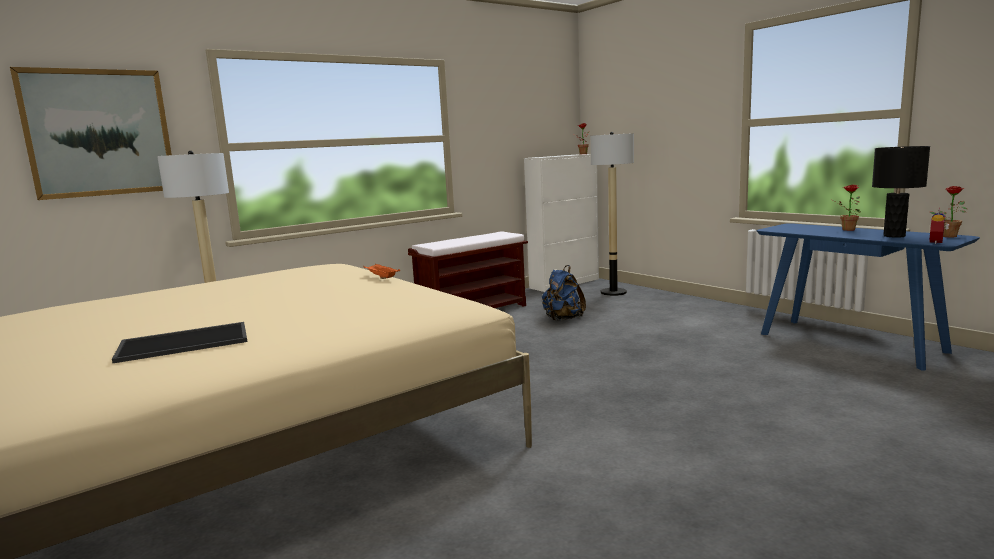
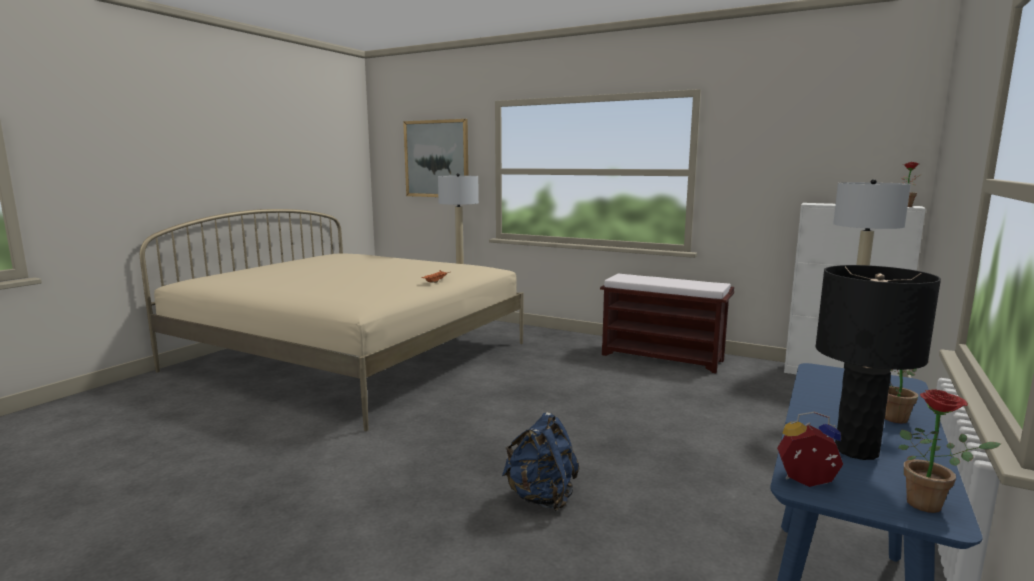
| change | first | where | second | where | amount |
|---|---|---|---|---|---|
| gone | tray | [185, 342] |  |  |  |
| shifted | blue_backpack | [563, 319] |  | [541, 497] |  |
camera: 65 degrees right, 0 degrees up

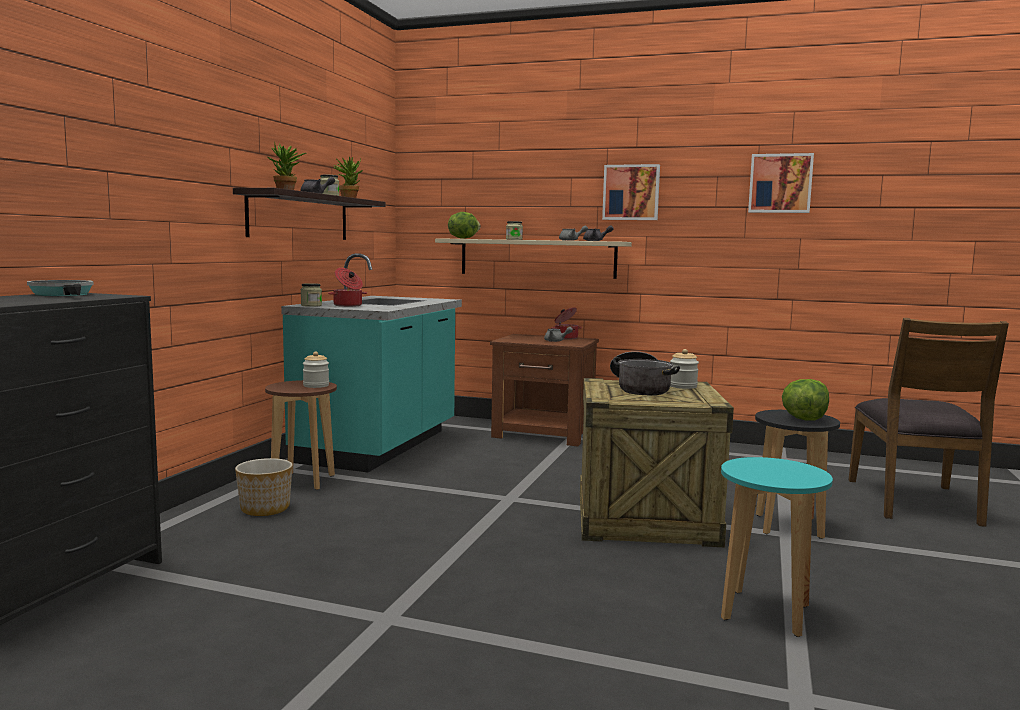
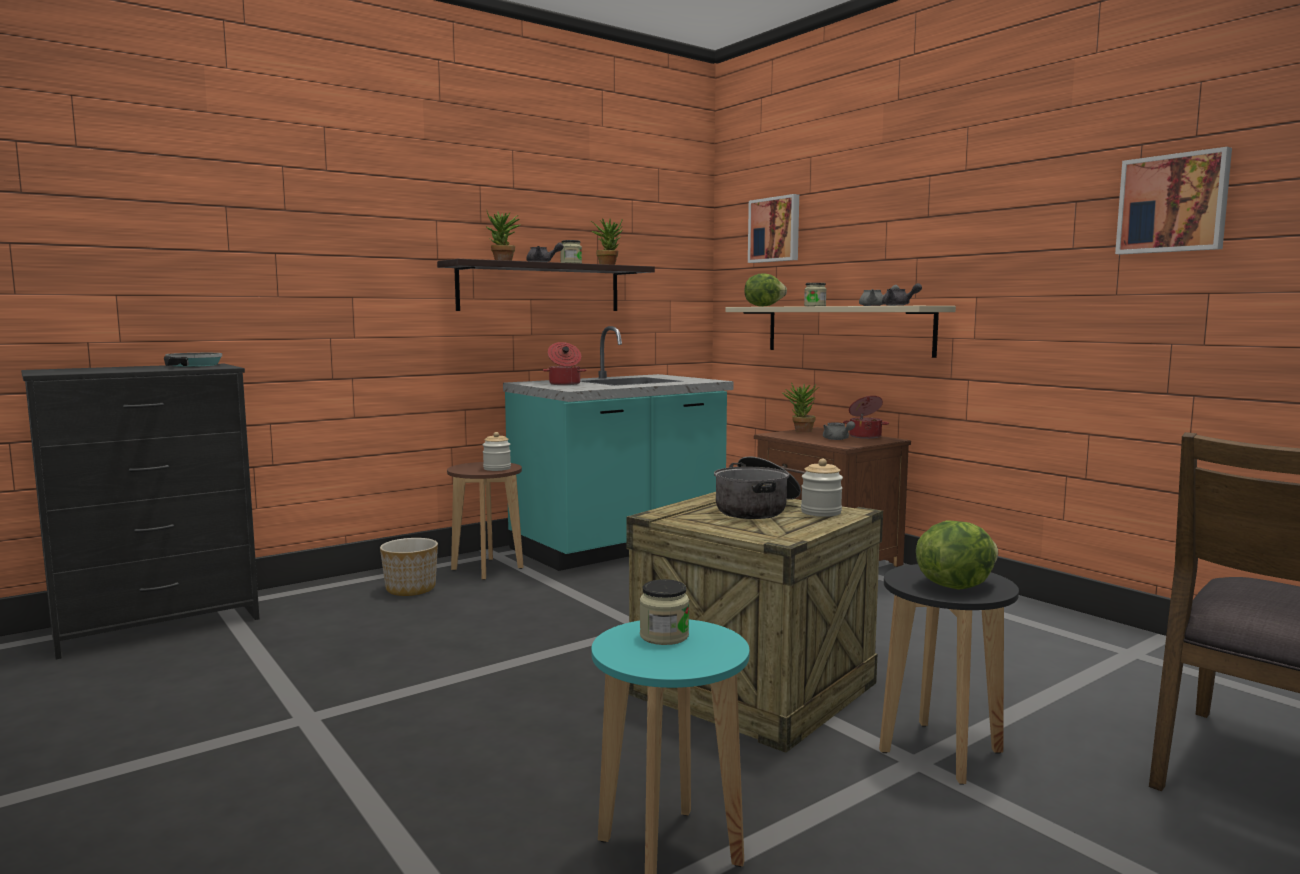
| change | first | where | second | where | amount |
|---|---|---|---|---|---|
| shifted | jar | [311, 305] |  | [664, 636] |  |
| shifted | picture | [631, 192] |  | [775, 229] |  |
| new |  |  | potted_plant | [800, 431] |  |
camera: 35 degrees right, 0 degrees up

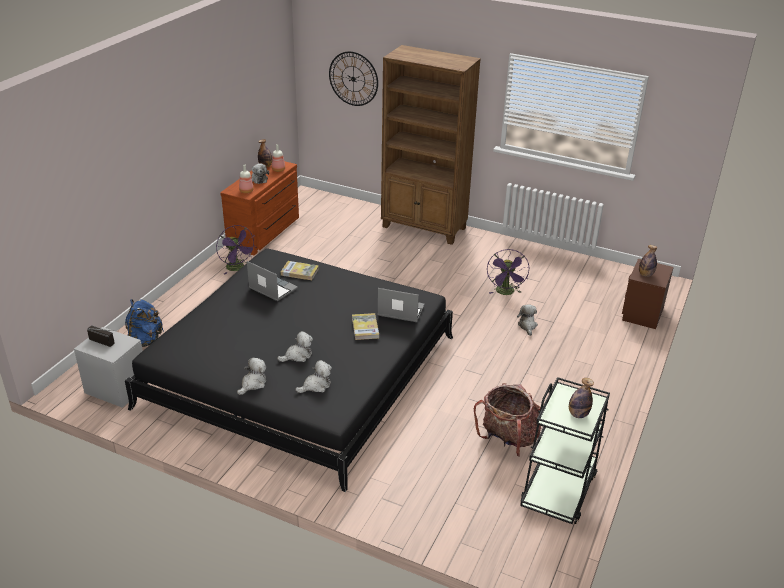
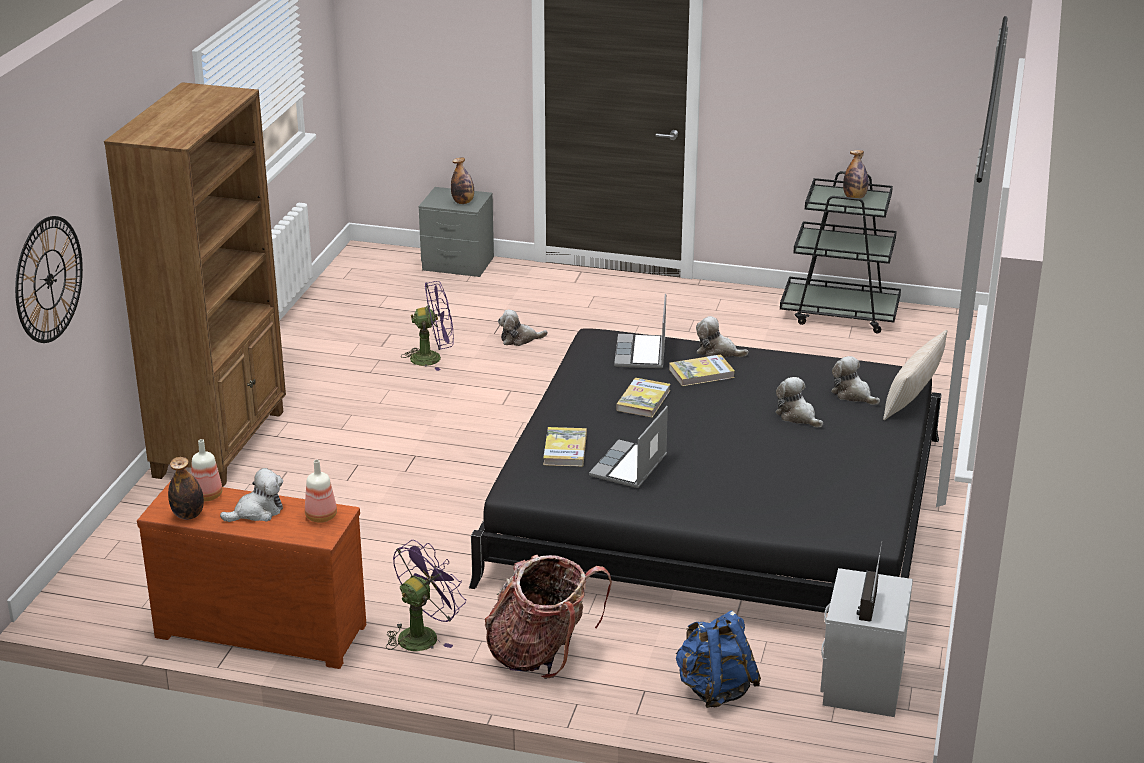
| change | first | where | second | where | amount |
|---|---|---|---|---|---|
| shifted | plush_toy | [253, 384] |  | [717, 352] |  |
| shifted | backpack | [507, 439] |  | [542, 654] |  |
| repainted | brown_nightstand | [642, 313] | grey_nightstand | [458, 264] |  |
| new |  |  | book | [643, 400] |  |
| new |  |  | beige_pillow | [912, 397] |  |
camera: 100 degrees left, 5 degrees down

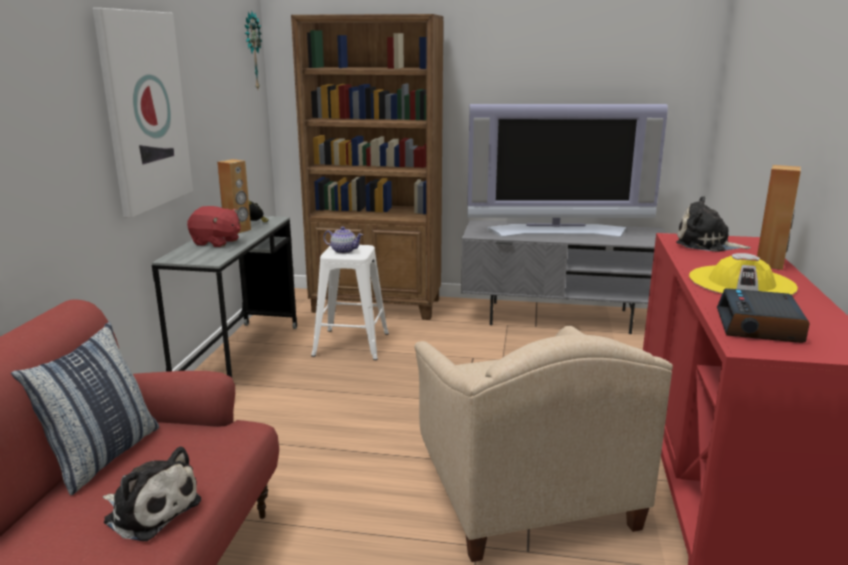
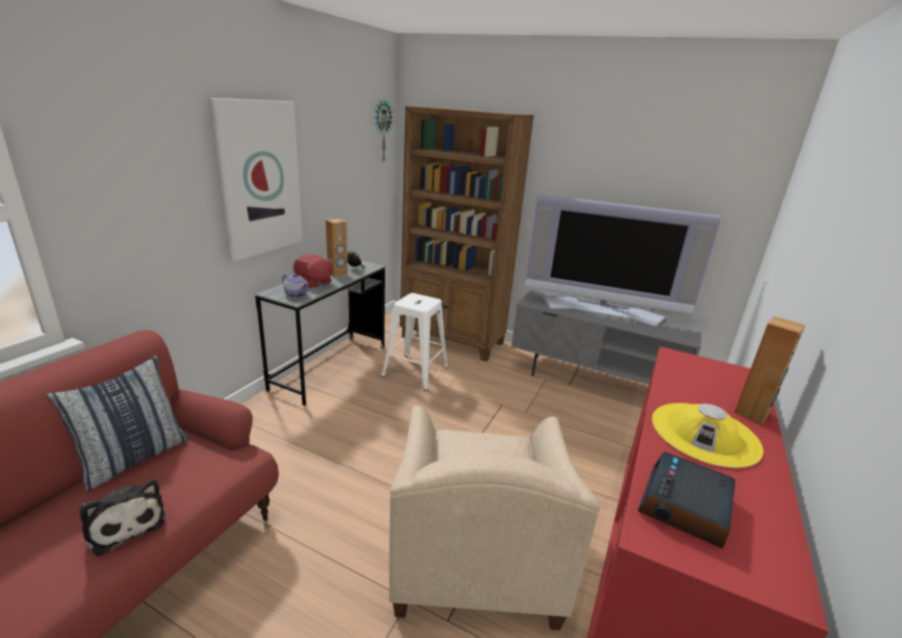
| change | first | where | second | where | amount |
|---|---|---|---|---|---|
| shifted | teapot | [343, 251] |  | [296, 295] |  |
| gone | plush_toy | [706, 244] |  |  |  |
camera: 15 degrees right, 5 degrees up

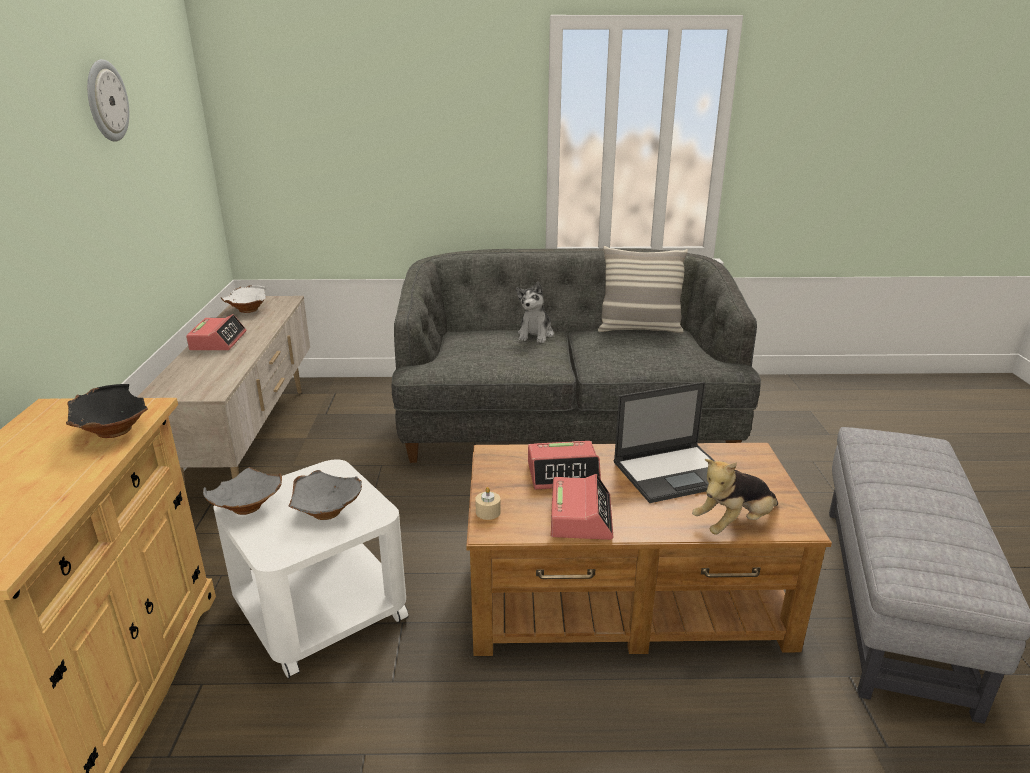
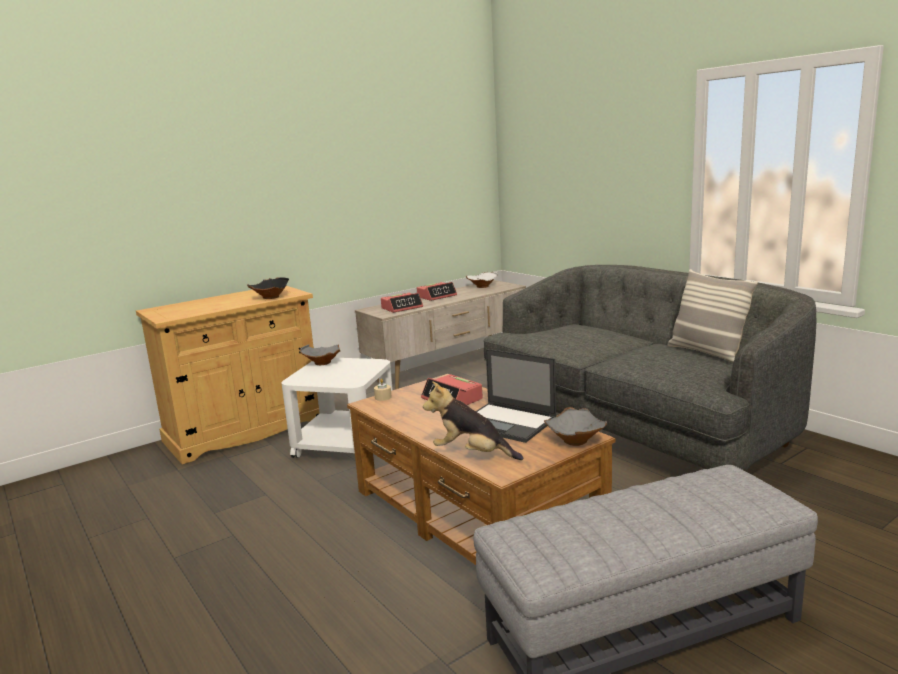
| change | first | where | second | where | amount |
|---|---|---|---|---|---|
| gone | wall_clock | [106, 101] |  |  |  |
| shifted | grey_bowl | [328, 510] |  | [577, 440] |  |
| gone | plush_toy | [535, 335] |  |  |  |
| shifted | alarm_clock | [581, 516] |  | [402, 308] |  |
camera: 55 degrees right, 10 degrees down

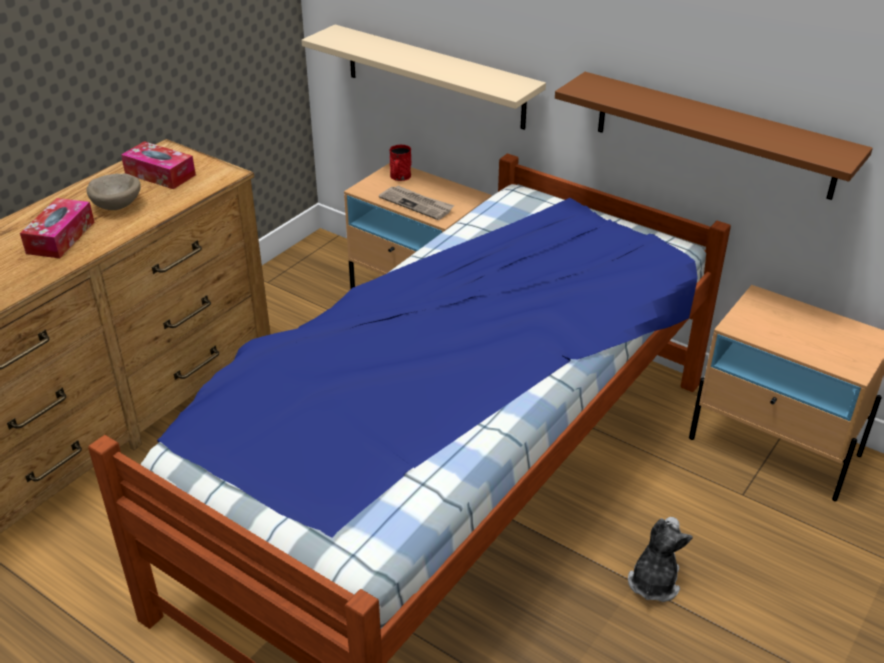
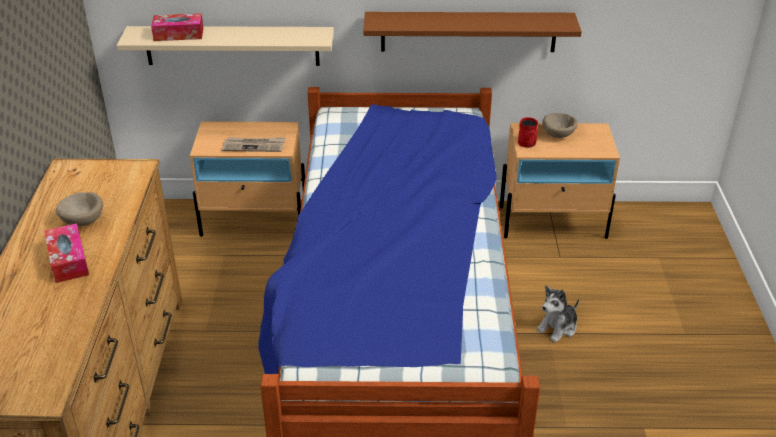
| change | first | where | second | where | amount |
|---|---|---|---|---|---|
| shifted | tissue_box | [160, 174] |  | [178, 34] |  |
| shifted | red_mug | [400, 177] |  | [528, 144] |  |
| rotated | plush_toy | [653, 582] |  | [558, 327] | 120 degrees counterclockwise |
| new |  |  | beige_bowl | [558, 134] |  |
camera: 35 degrees left, 0 degrees up

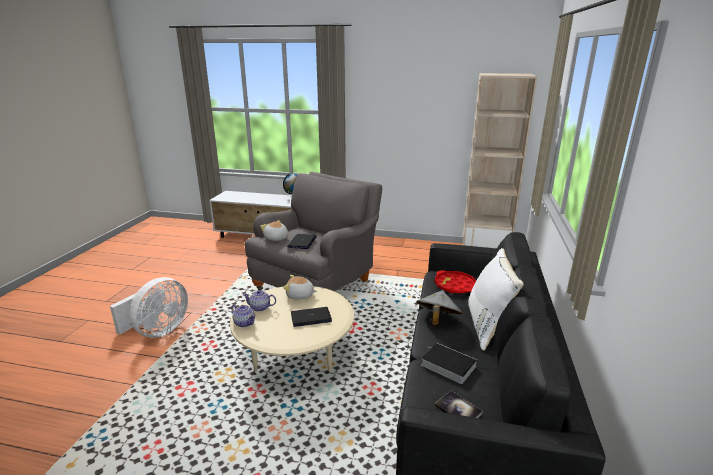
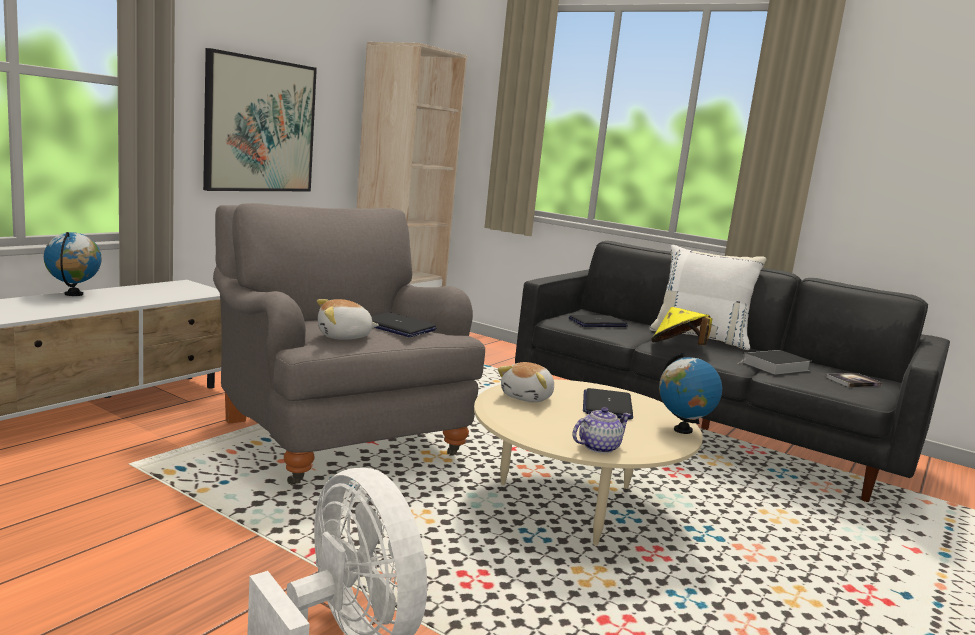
| change | first | where | second | where | amount |
|---|---|---|---|---|---|
| gone | teapot | [260, 308] |  |  |  |
| repainted | grey_hat | [437, 320] | yellow_hat | [677, 347] |  |
| swapped | red_tray | [455, 286] | laptop | [597, 323] |  |
| new |  |  | picture | [260, 125] |  |
| new |  |  | globe | [682, 430] |  |
camera: 70 degrees left, 10 degrees down

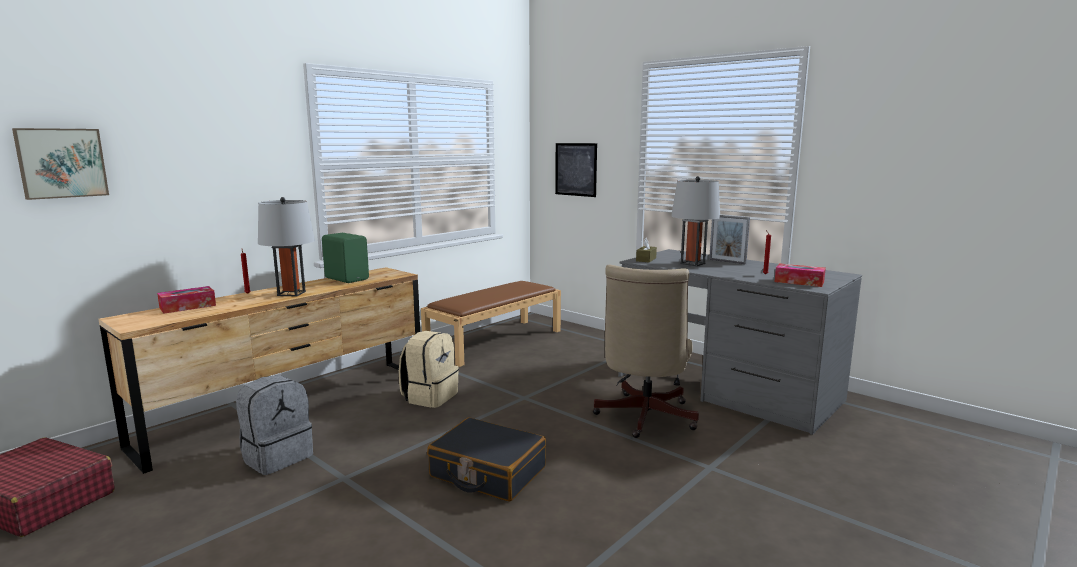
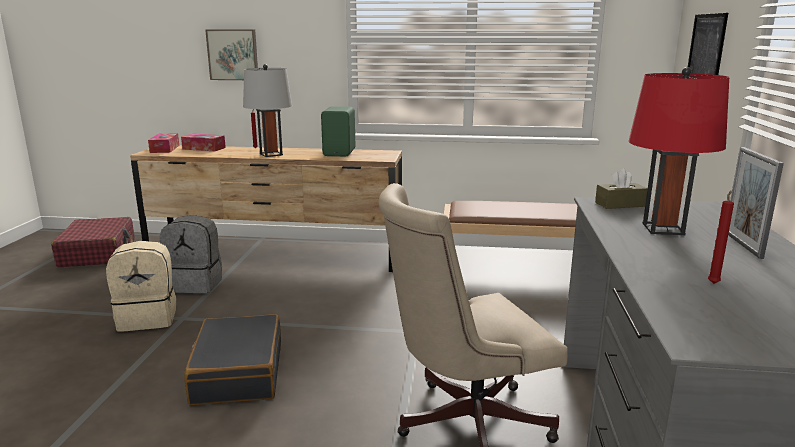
| change | first | where | second | where | amount |
|---|---|---|---|---|---|
| shifted | picture | [61, 163] |  | [233, 55] |  |
| shifted | beige_backpack | [430, 397] |  | [148, 318] |  |
| repainted | grey_table_lamp | [692, 263] | red_table_lamp | [663, 229] |  |
| shifted | tissue_box | [799, 282] |  | [165, 149] |  |
camera: 55 degrees right, 5 degrees up

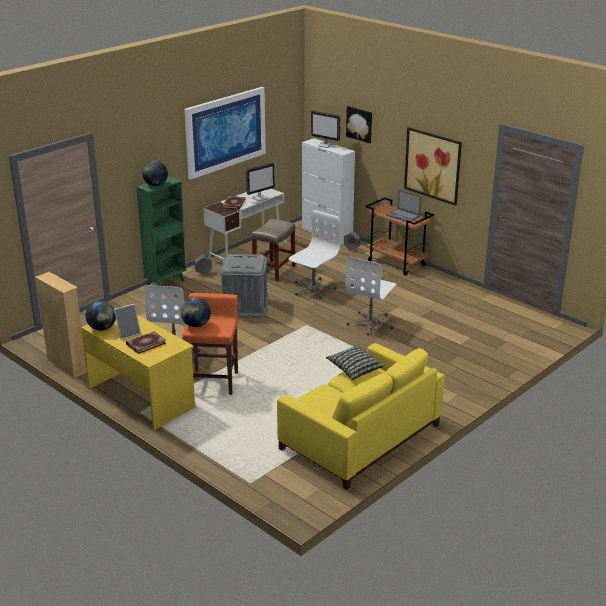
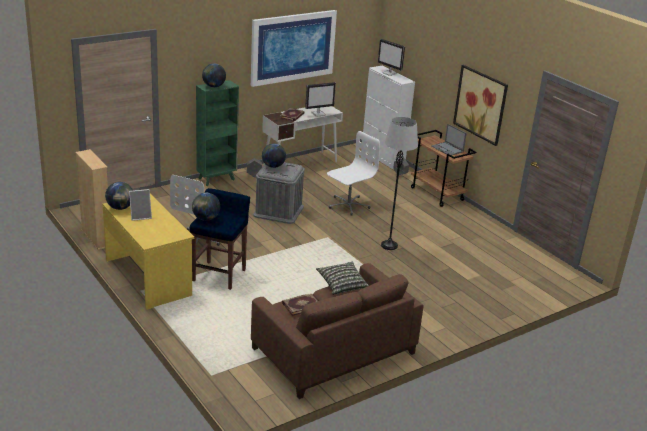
| change | first | where | second | where | amount |
|---|---|---|---|---|---|
| shifted | book | [145, 343] |  | [301, 305] |  |
| repainted | orange_stool | [214, 382] | blue_stool | [219, 275] |  |
| gone | beige_stool | [274, 271] |  |  |  |
| repainted | yellow_sofa | [359, 437] | brown_sofa | [333, 350] |  |
| swapped | white_office_chair | [370, 323] | grey_floor_lamp | [389, 245] |  |
| gone | picture | [360, 124] |  |  |  |
| new |  |  | globe | [273, 166] |  |
camera: 10 degrees right, 0 degrees up

